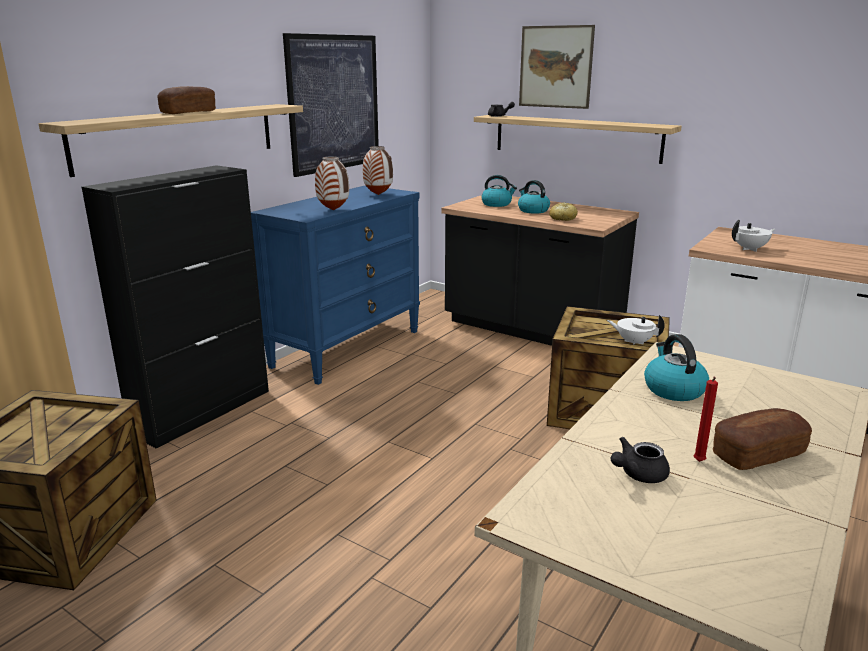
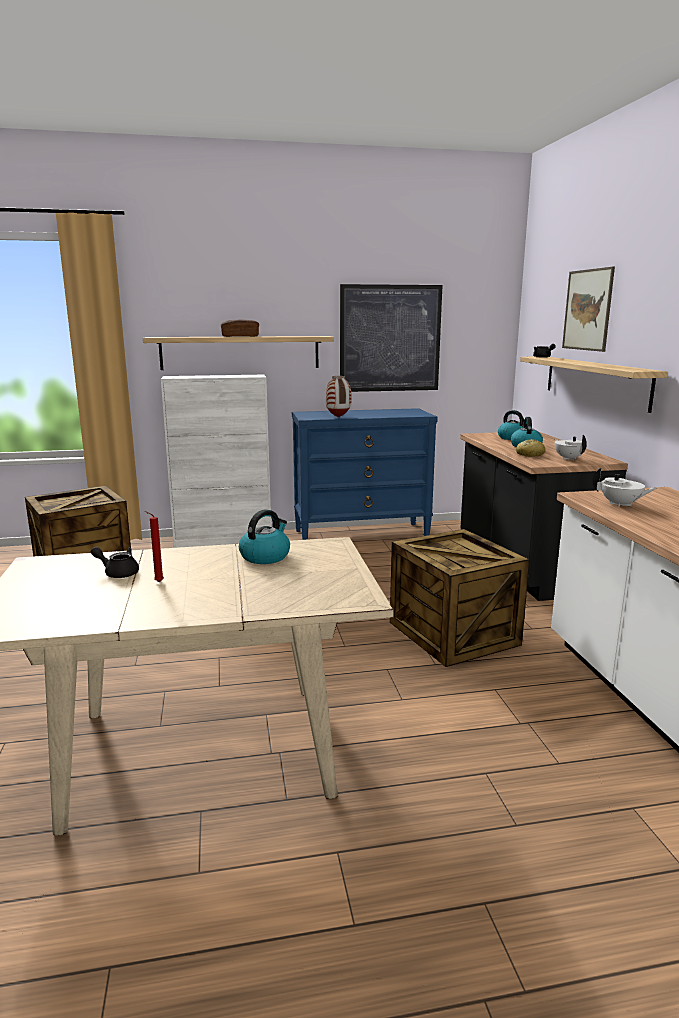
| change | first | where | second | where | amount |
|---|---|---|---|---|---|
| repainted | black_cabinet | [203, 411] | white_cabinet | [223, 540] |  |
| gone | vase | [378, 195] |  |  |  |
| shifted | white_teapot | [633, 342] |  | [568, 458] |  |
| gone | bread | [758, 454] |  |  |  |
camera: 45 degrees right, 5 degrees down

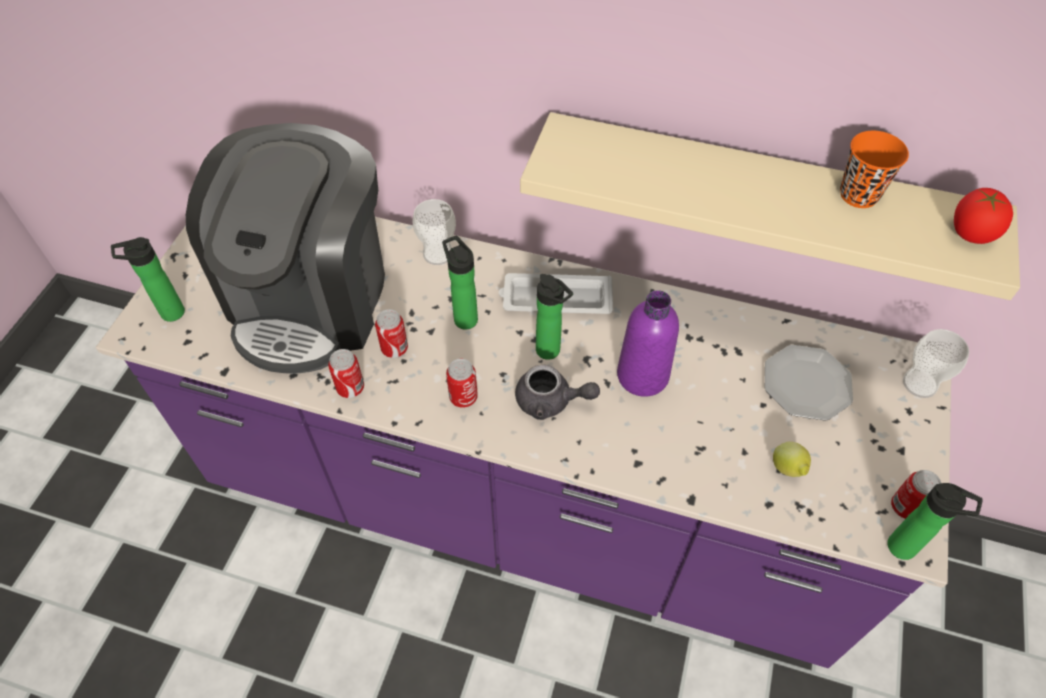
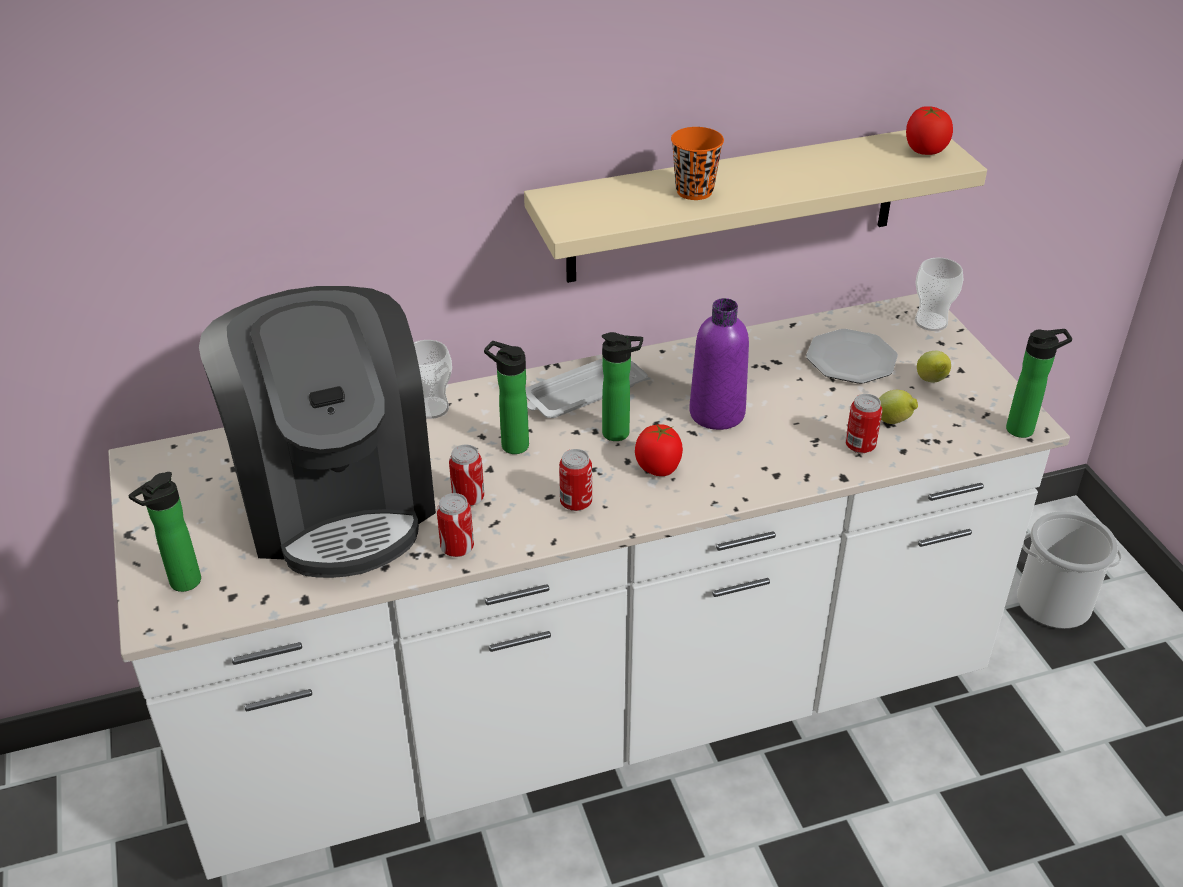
| change | first | where | second | where | amount |
|---|---|---|---|---|---|
| repainted | purple_counter | [523, 508] | white_counter | [592, 713] |  |
| swapped | grey_teapot | [551, 401] | tomato | [658, 468] |  |
| shifted | orange_cup | [858, 195] |  | [694, 191] |  |
| shifted | can | [905, 507] |  | [860, 446] |  |
| new |  |  | lemon | [931, 382] |  |
| new |  |  | bucket | [1053, 603] |  |
camera: 35 degrees left, 15 degrees down

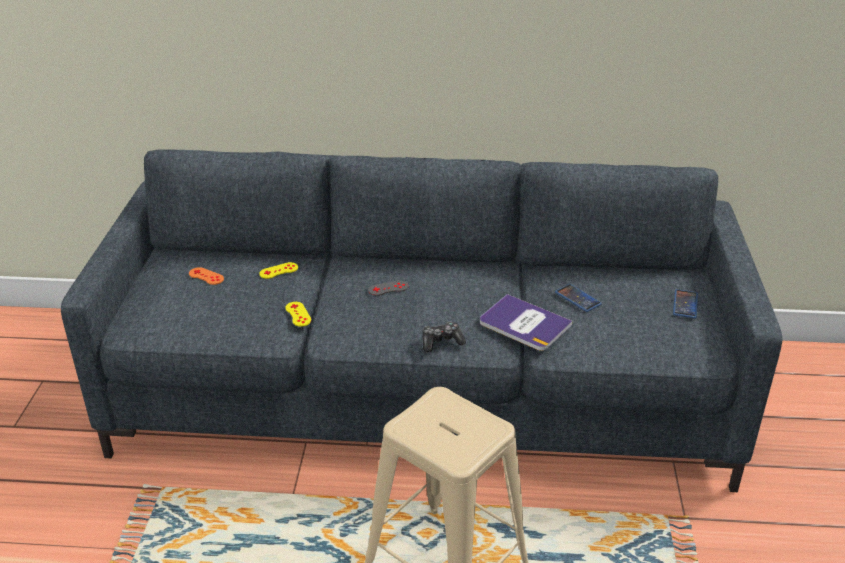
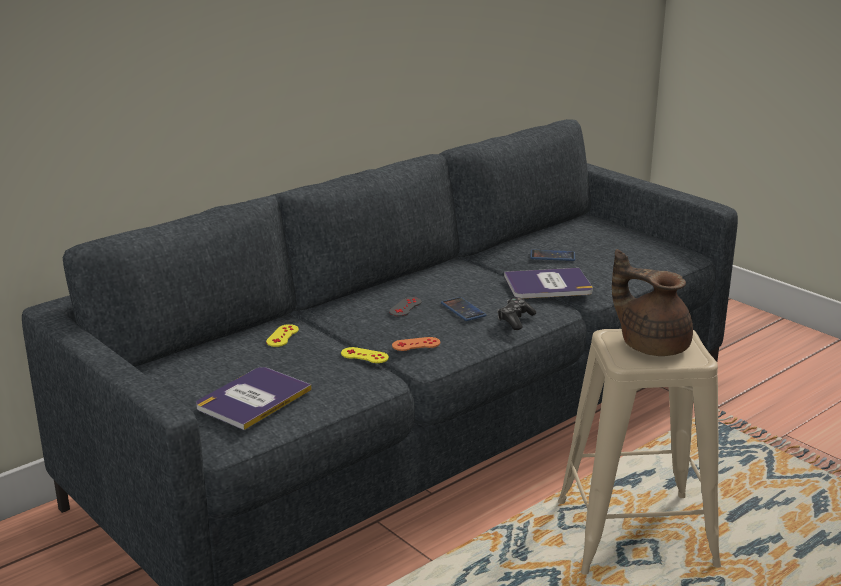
| change | first | where | second | where | amount |
|---|---|---|---|---|---|
| shifted | orange_game_controller | [206, 276] |  | [416, 344] |  |
| shifted | phone | [685, 304] |  | [463, 310] |  |
| new |  |  | book | [253, 399] |  |
| new |  |  | brown_teapot | [652, 345] |  |
camera: 45 degrees left, 10 degrees down

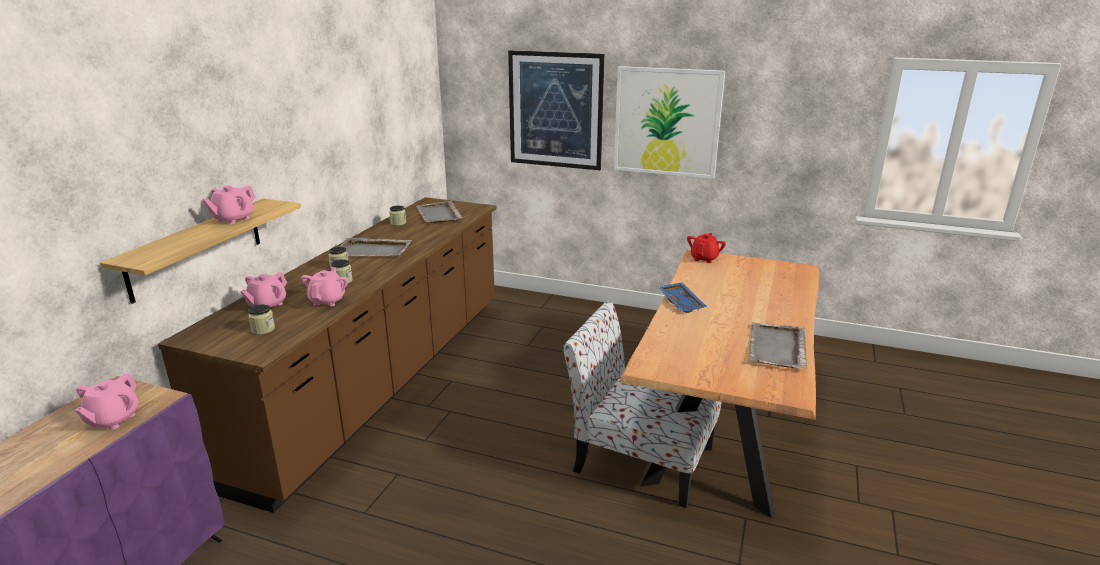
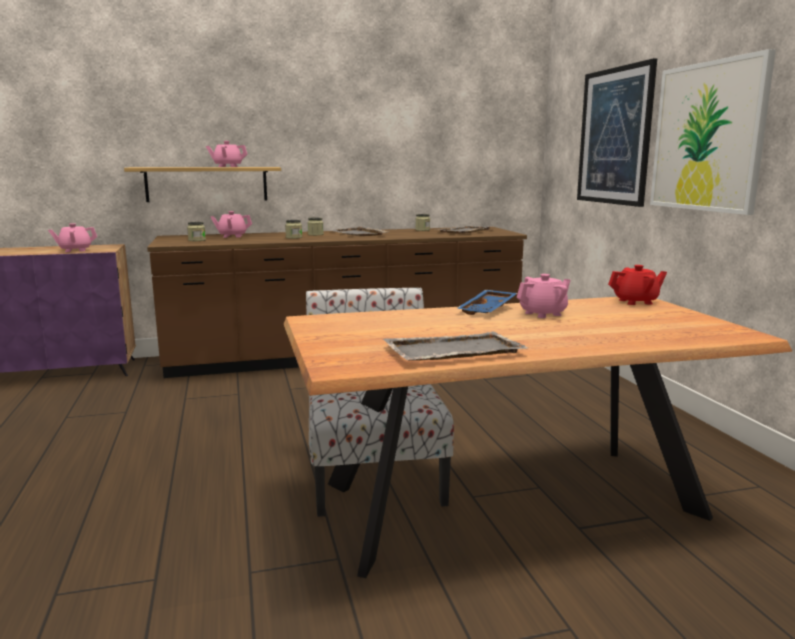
| change | first | where | second | where | amount |
|---|---|---|---|---|---|
| shifted | pink_teapot | [328, 301] |  | [543, 314] |  |
camera: 55 degrees right, 10 degrees down

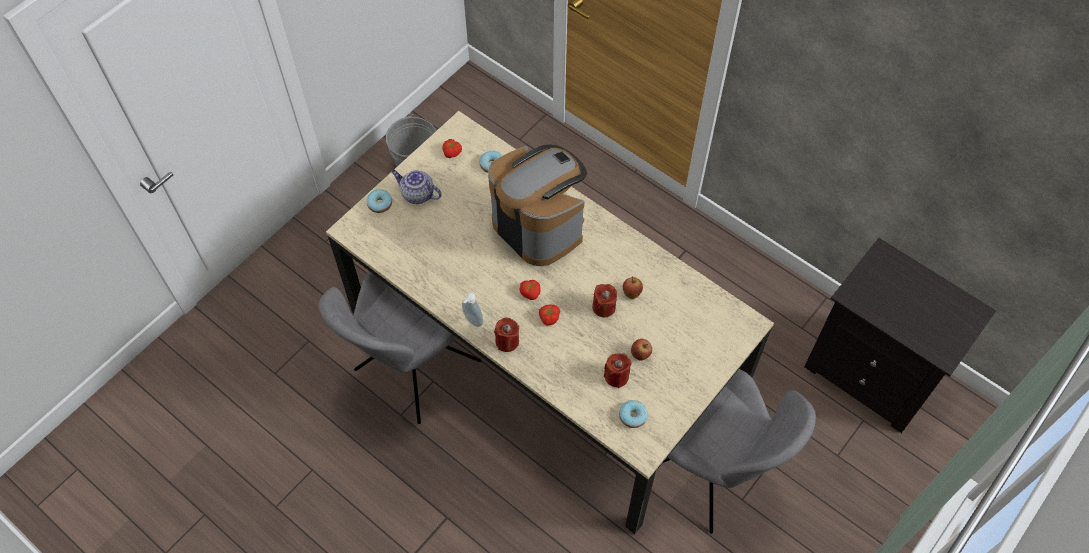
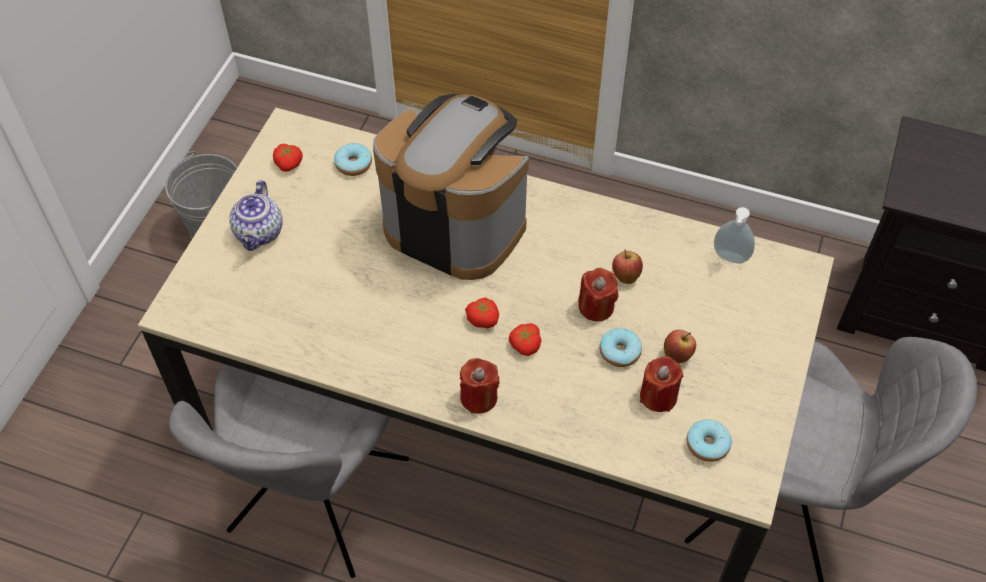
| change | first | where | second | where | amount |
|---|---|---|---|---|---|
| shifted | donut | [380, 204] |  | [620, 352] |  |
| rotated | teapot | [417, 194] |  | [259, 233] | 90 degrees counterclockwise |
| shifted | soap_dispenser | [472, 321] |  | [729, 259] |  |
camera: 20 degrees left, 5 degrees down

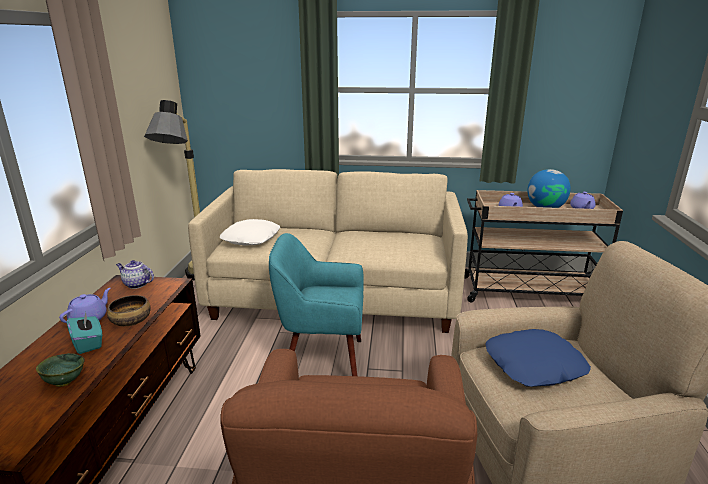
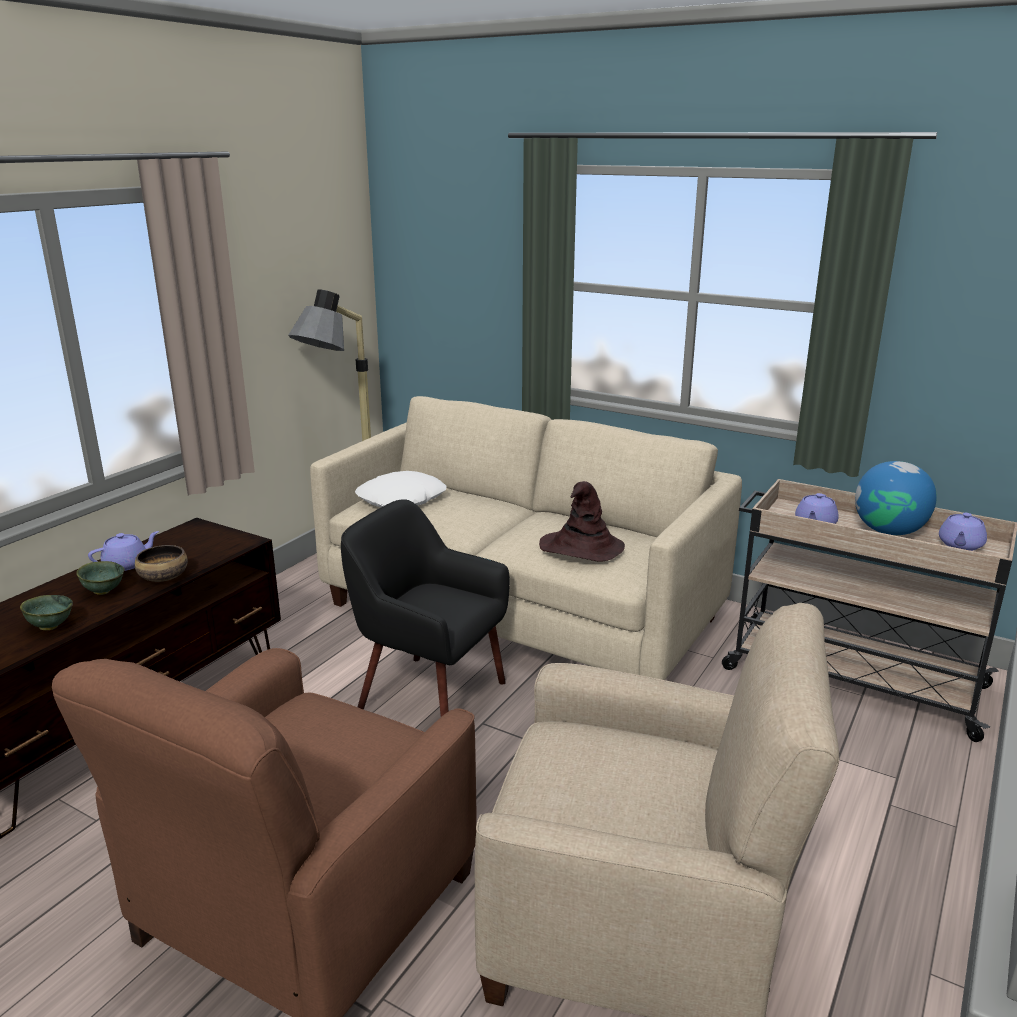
| change | first | where | second | where | amount |
|---|---|---|---|---|---|
| swapped | turquoise_tissue_box | [88, 343] | green_bowl | [104, 591] |  |
| gone | teapot | [136, 284] |  |  |  |
| repainted | turquoise_armchair | [322, 361] | black_armchair | [430, 695] |  |
| gone | blue_pillow | [534, 366] |  |  |  |
| new |  |  | brown_hat | [581, 548] |  |
camera: 25 degrees right, 0 degrees up

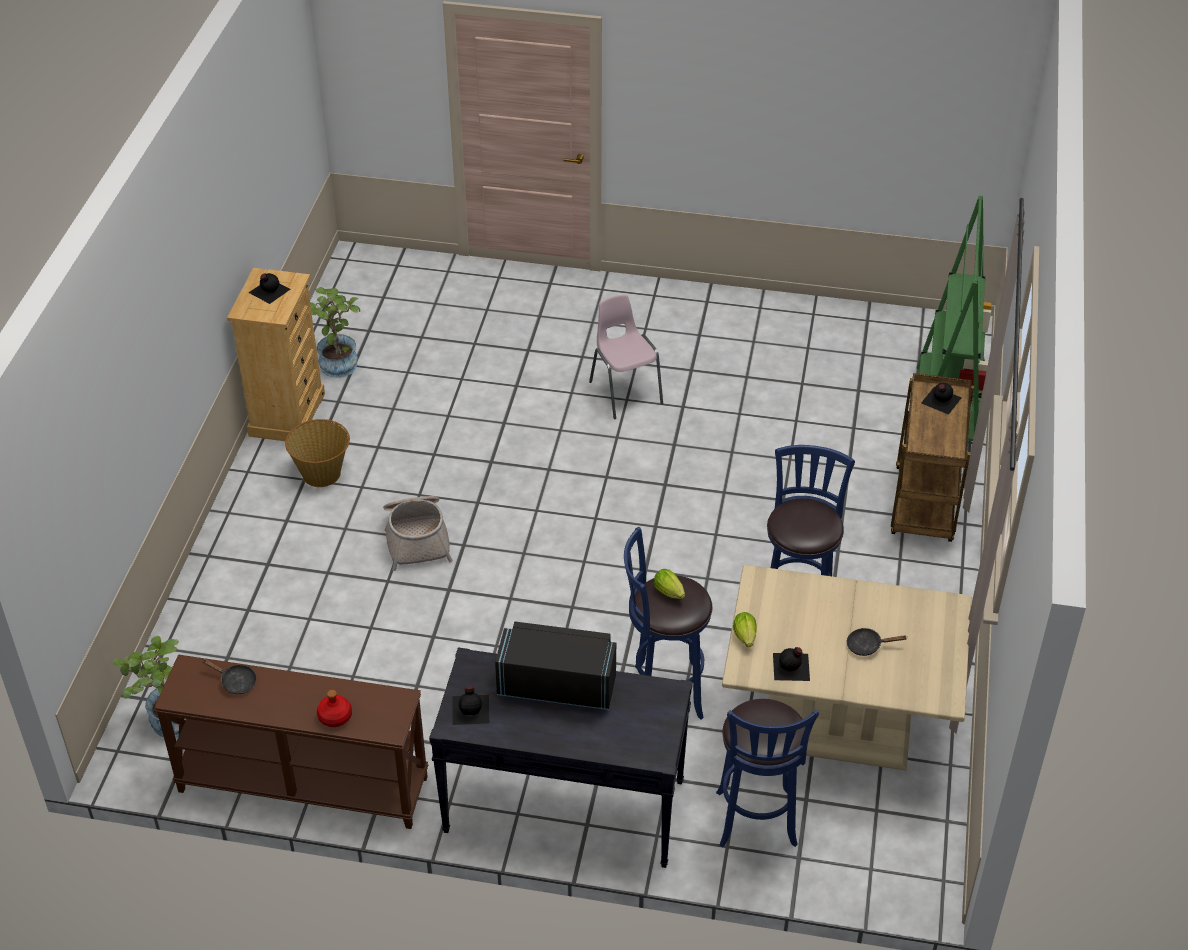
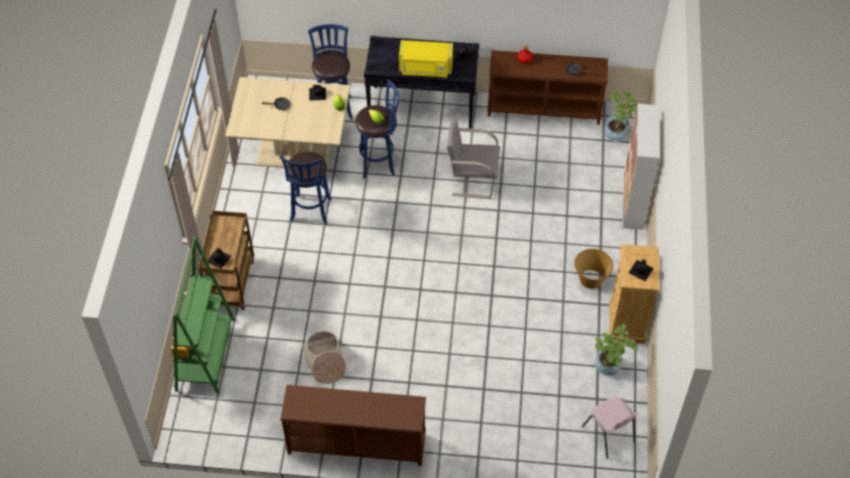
| change | first | where | second | where | amount |
|---|---|---|---|---|---|
| shifted | basket | [417, 538] |  | [325, 362] |  |
| repainted | black_microwave | [558, 684] | yellow_microwave | [425, 69] |  |
| shifted | pink_chair | [625, 392] |  | [609, 435] |  |
| new |  |  | brown_console_table | [356, 444] |  |
| new |  |  | grey_chair | [472, 179] |  |
| new |  |  | cabinet | [632, 203] |  |
camera: 175 degrees right, 10 degrees up

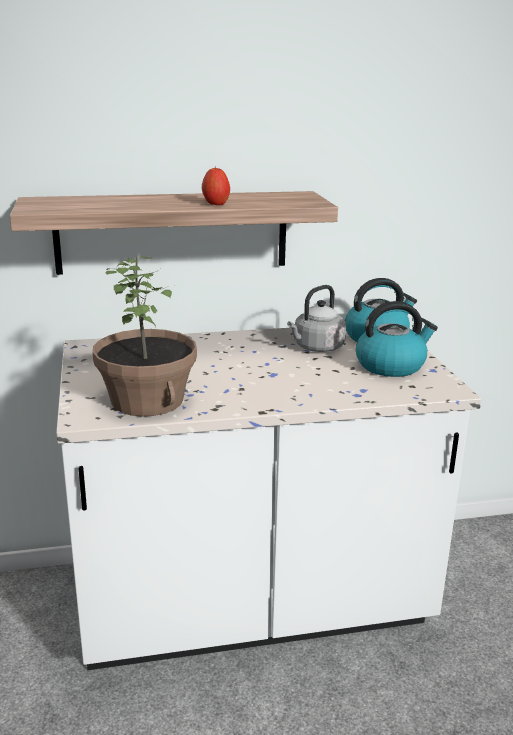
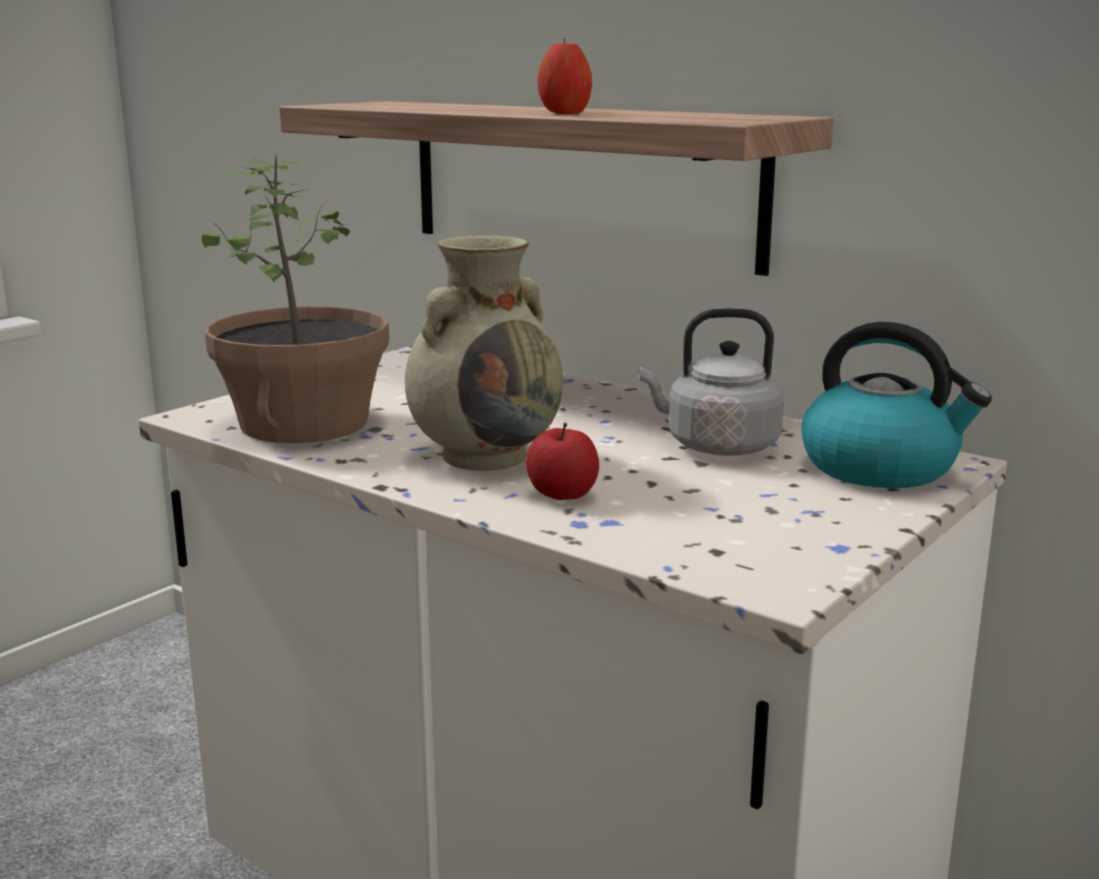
| change | first | where | second | where | amount |
|---|---|---|---|---|---|
| gone | kettle | [391, 365] |  |  |  |
| new |  |  | beige_vase | [487, 455] |  |
| new |  |  | apple | [562, 495] |  |
camera: 50 degrees right, 5 degrees down

